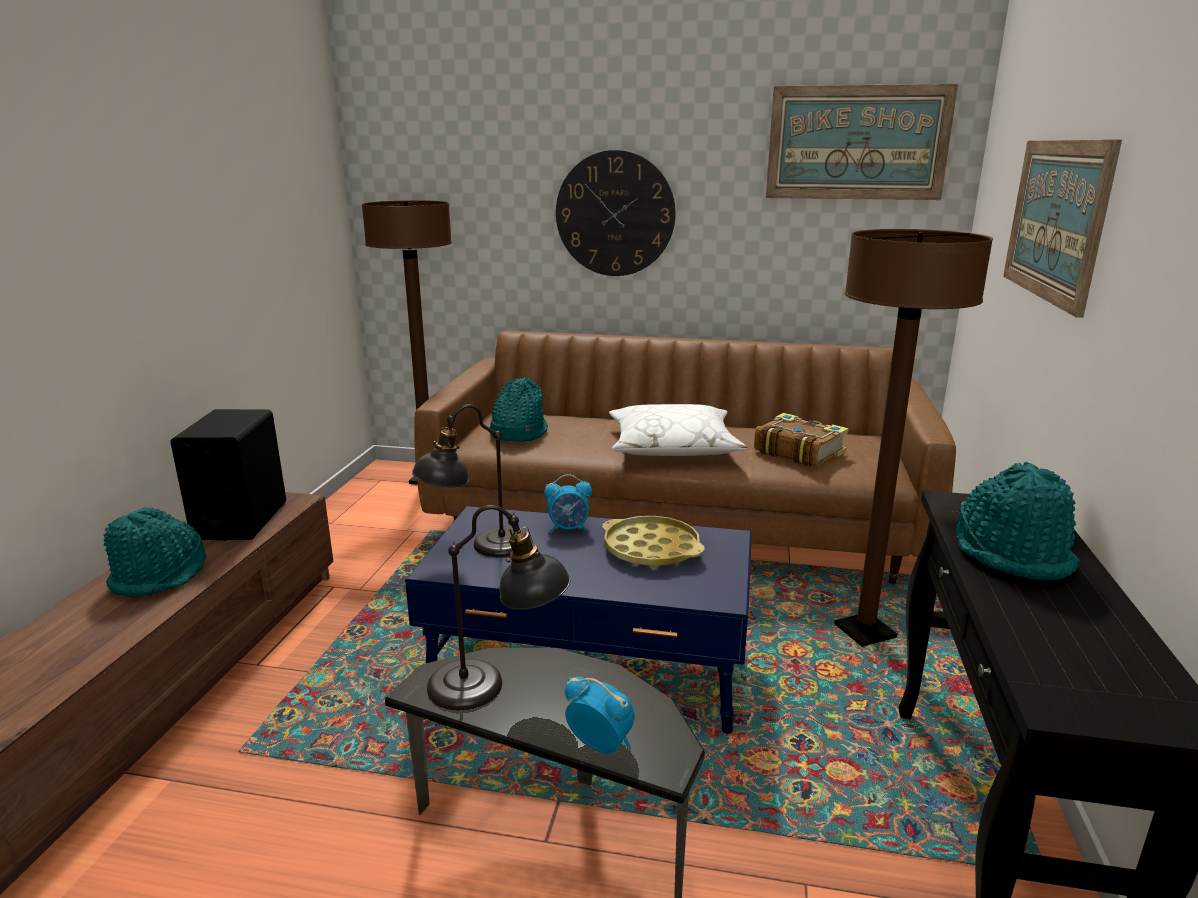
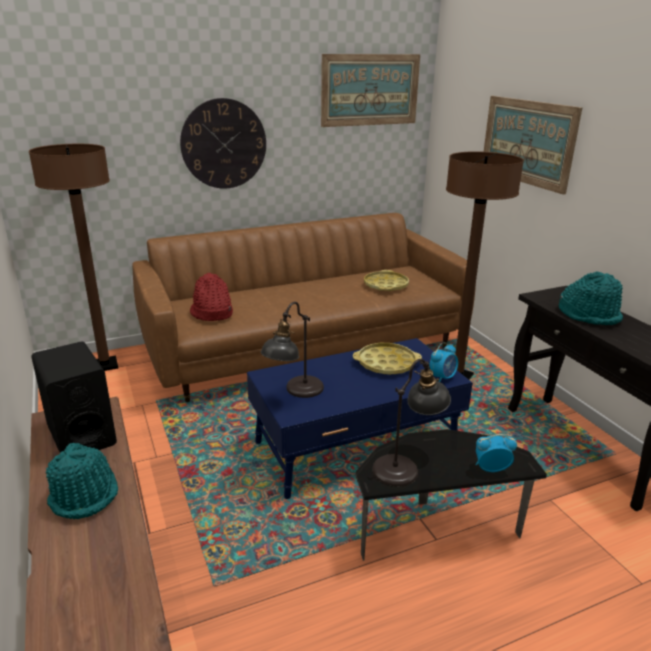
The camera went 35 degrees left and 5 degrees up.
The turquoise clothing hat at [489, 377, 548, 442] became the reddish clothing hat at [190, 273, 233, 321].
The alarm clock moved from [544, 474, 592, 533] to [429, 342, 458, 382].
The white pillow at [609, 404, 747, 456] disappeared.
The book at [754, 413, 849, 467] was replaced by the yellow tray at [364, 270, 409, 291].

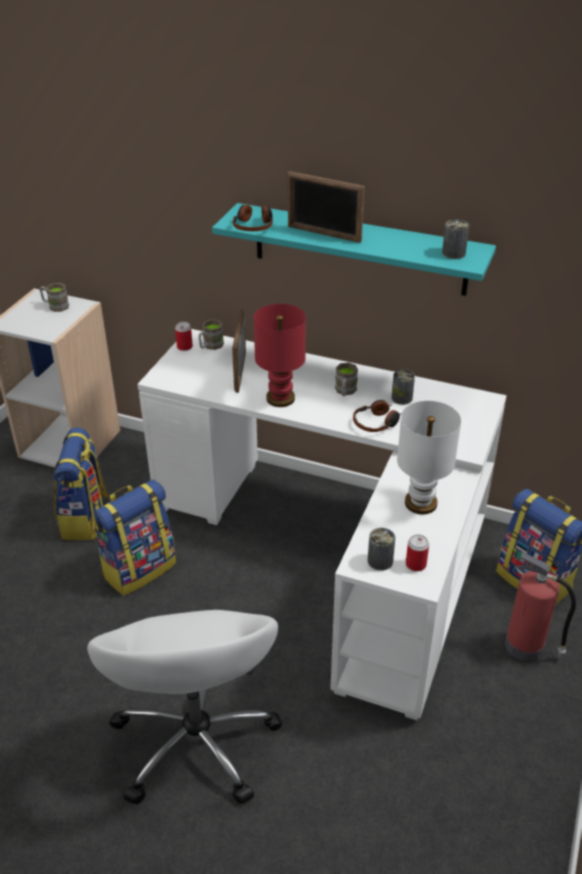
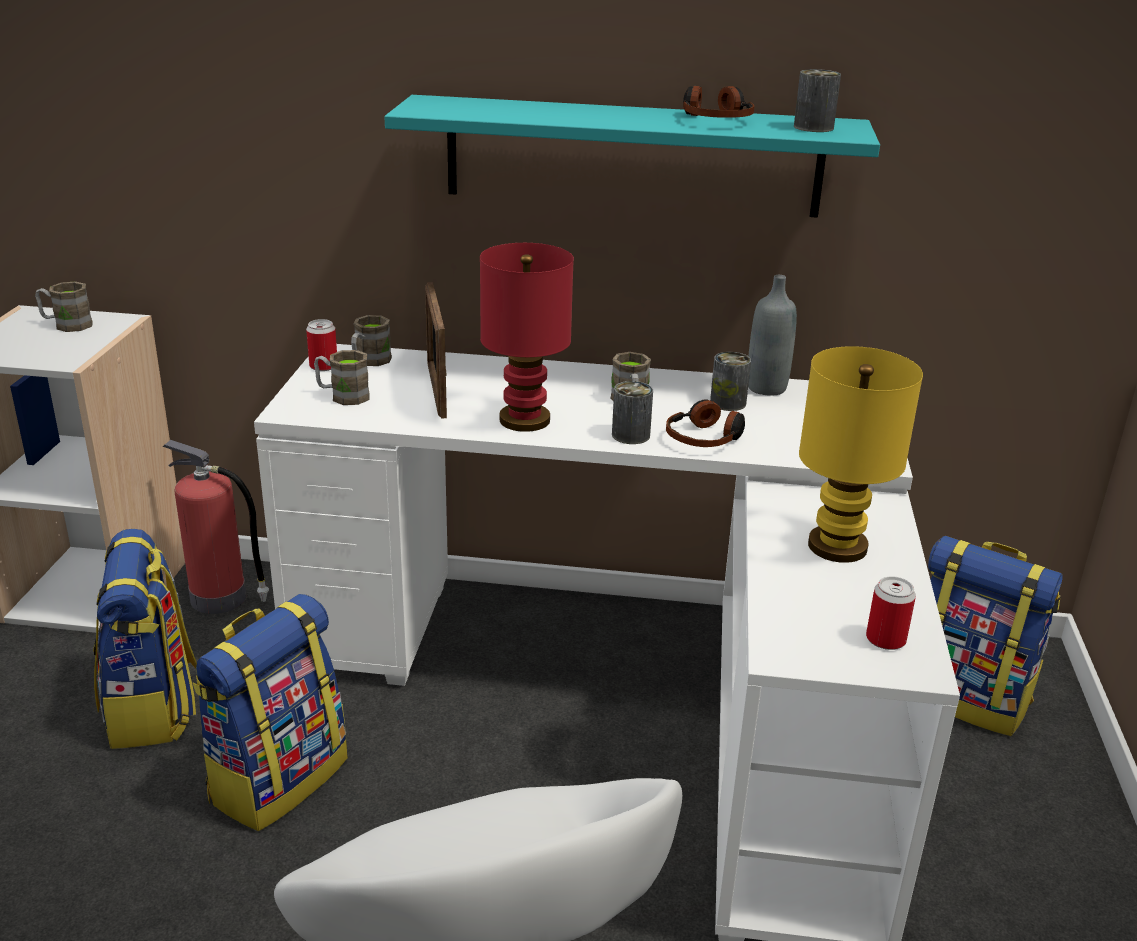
The camera went 15 degrees left and 10 degrees down.
The pair of headphones moved from [233, 205, 273, 231] to [683, 86, 754, 118].
The photo frame at [288, 171, 365, 243] disappeared.
The can moved from [368, 528, 395, 571] to [612, 381, 653, 444].
The white tabletop lamp at [397, 401, 461, 515] became the yellow tabletop lamp at [799, 346, 923, 563].
The fire extinguisher moved from [505, 552, 576, 661] to [163, 440, 269, 614].
The brown mug at [314, 350, 370, 405] appeared.
The greyish beverage bottle at [748, 275, 797, 395] appeared.

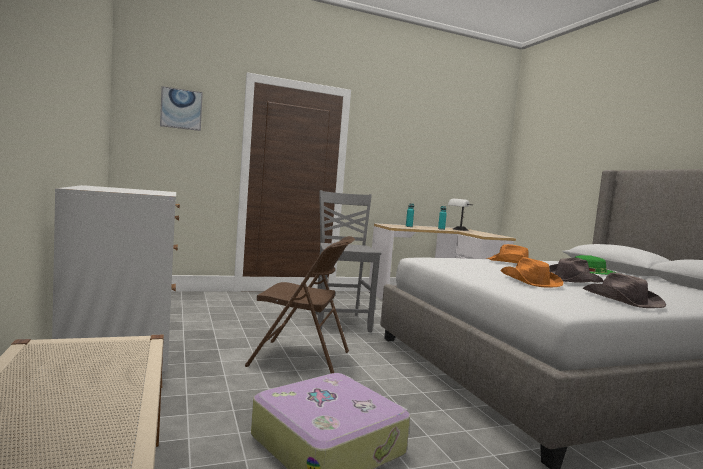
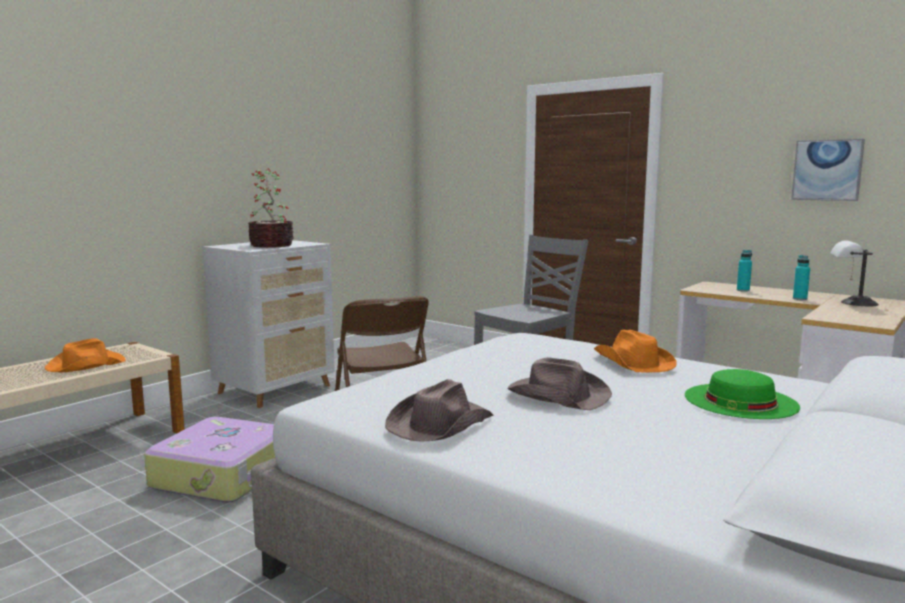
The camera went 60 degrees right and 5 degrees up.
The wall picture moved from [160, 86, 203, 131] to [791, 139, 865, 201].
The orange-coloured clothing hat moved from [500, 257, 563, 288] to [45, 338, 126, 372].
The plant in a pot at [248, 168, 294, 248] appeared.

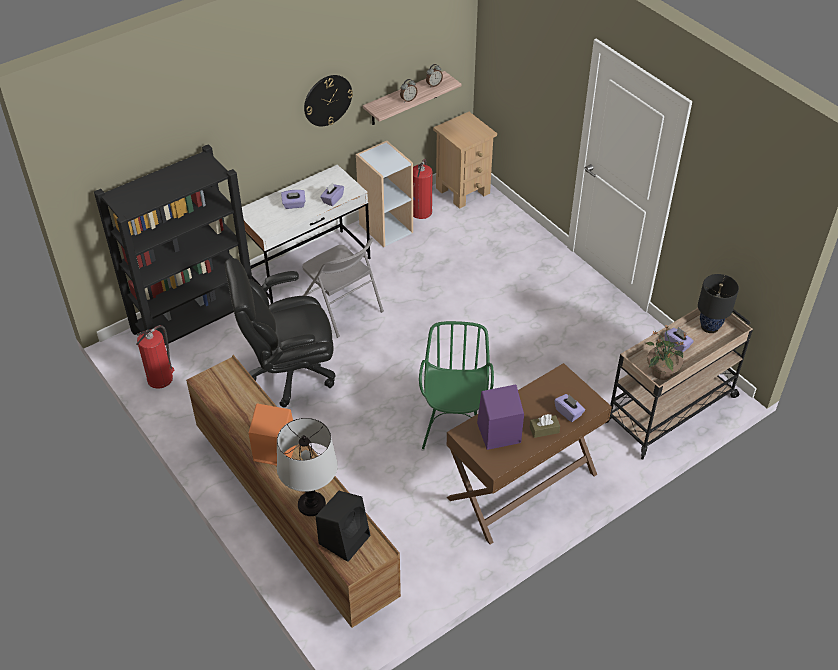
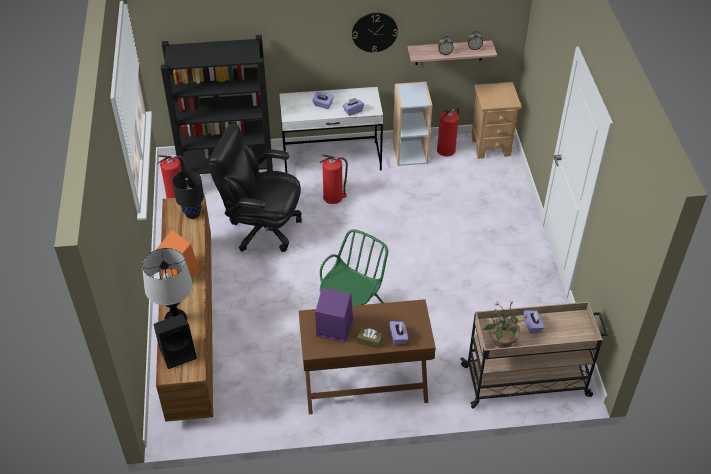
The camera went 30 degrees right and 0 degrees up.
The greyish upright chair at [302, 238, 384, 338] was replaced by the fire extinguisher at [320, 154, 348, 204].
The black-coloured tabletop lamp moved from [698, 274, 739, 333] to [172, 170, 204, 219].

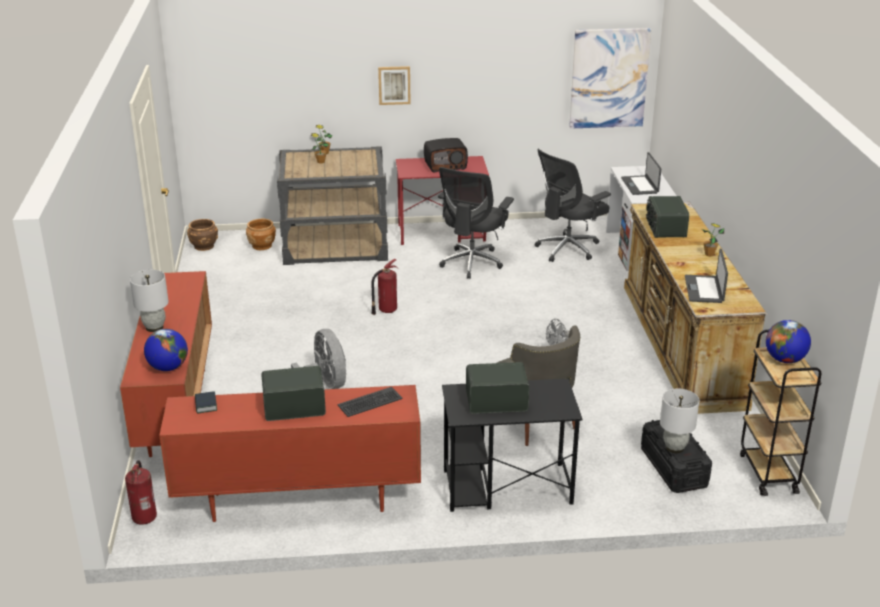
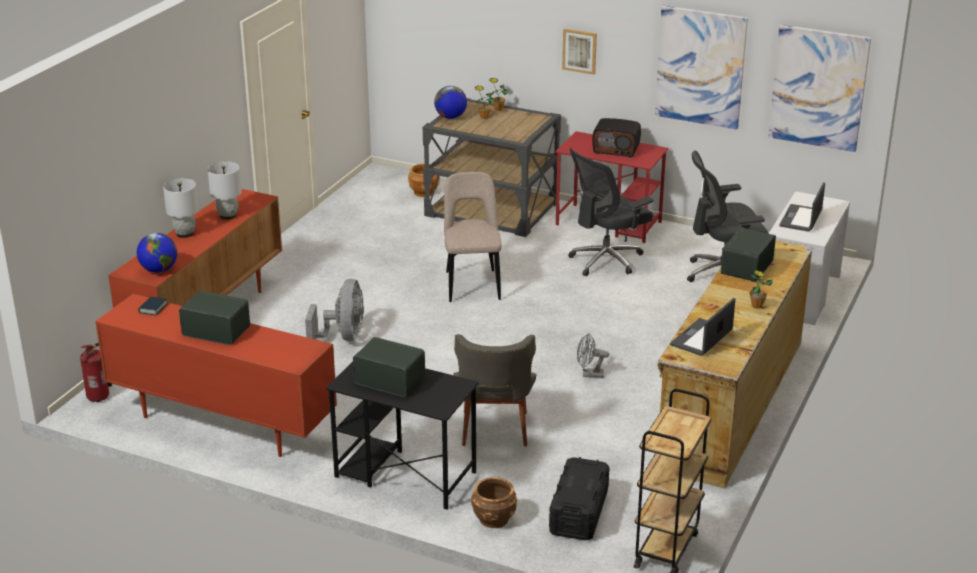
The camera went 30 degrees right and 0 degrees up.
The brown plant pot moved from [187, 219, 218, 251] to [471, 477, 517, 528].
The keyboard at [338, 387, 403, 417] disappeared.
The fire extinguisher at [371, 259, 398, 315] was replaced by the sand-coloured upright chair at [444, 172, 501, 302].
The white tabletop lamp moved from [660, 388, 700, 453] to [207, 161, 242, 220].
The world globe moved from [766, 320, 811, 363] to [434, 86, 467, 119].
The wall picture at [655, 6, 748, 130] appeared.

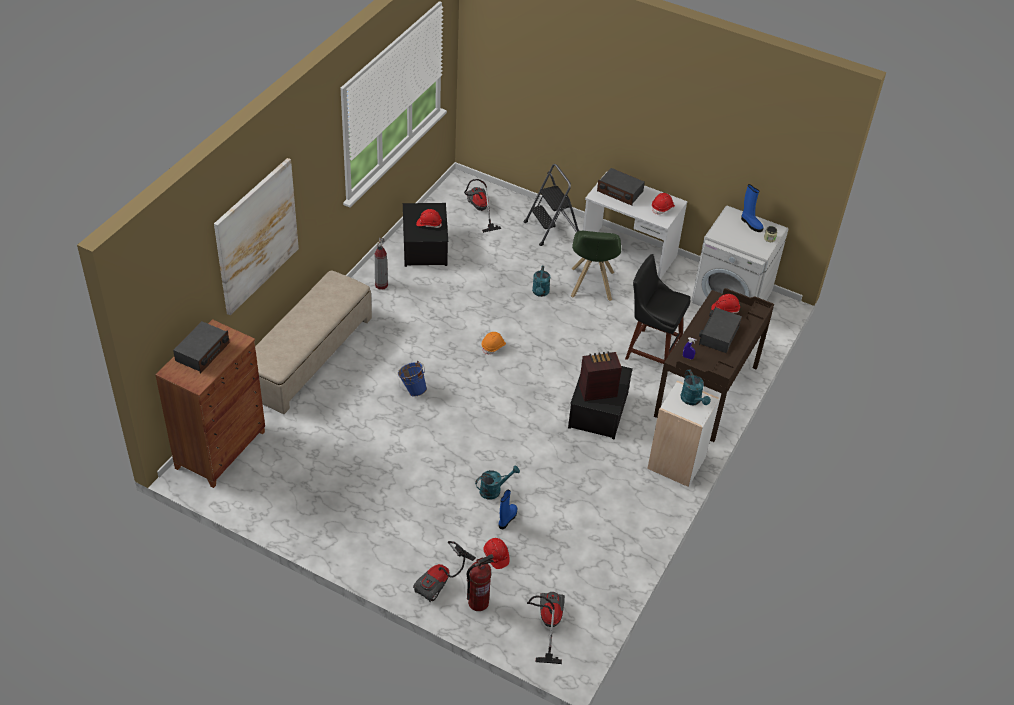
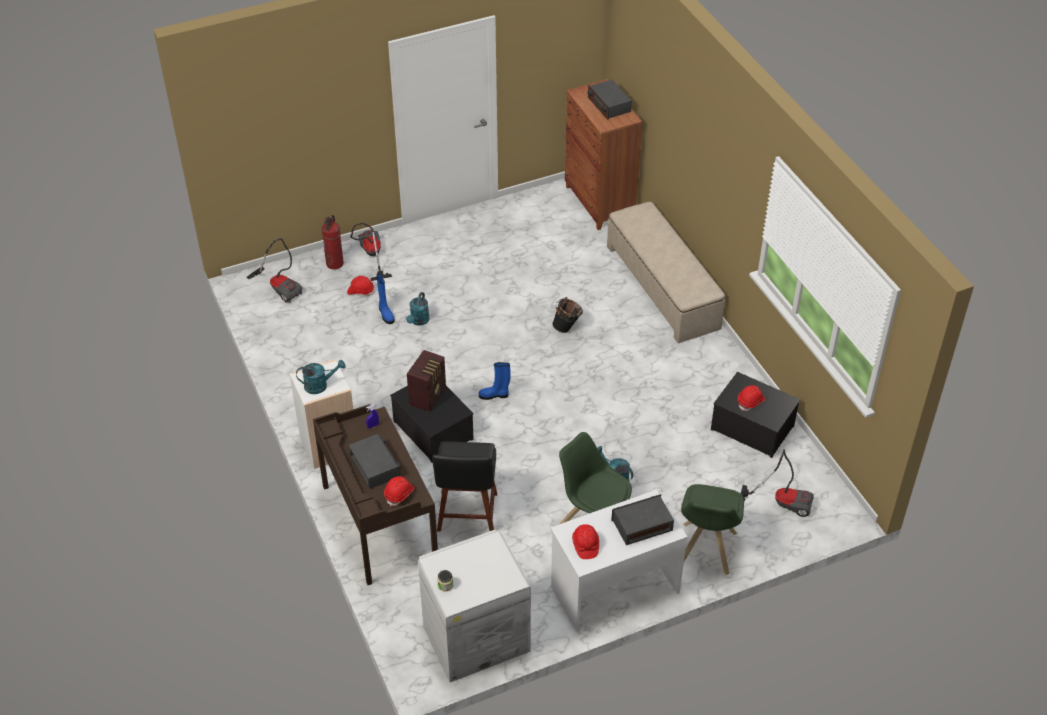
The camera went 130 degrees right and 0 degrees up.
The wall picture at [214, 158, 299, 315] disappeared.
The fire extinguisher at [375, 238, 388, 290] disappeared.
The blue pail at [398, 361, 427, 397] became the black-coloured pail at [552, 297, 583, 333].
The orange-coloured work helmet at [482, 332, 506, 355] disappeared.
The black-coloured stepladder at [523, 164, 579, 246] was replaced by the green-coloured upright chair at [681, 484, 744, 575].
The black-coloured upright chair at [625, 254, 691, 364] turned 120 degrees clockwise.
The turquoise watering pot at [681, 369, 711, 405] turned 150 degrees clockwise.
The blue boot moved from [741, 184, 764, 232] to [479, 362, 511, 400].

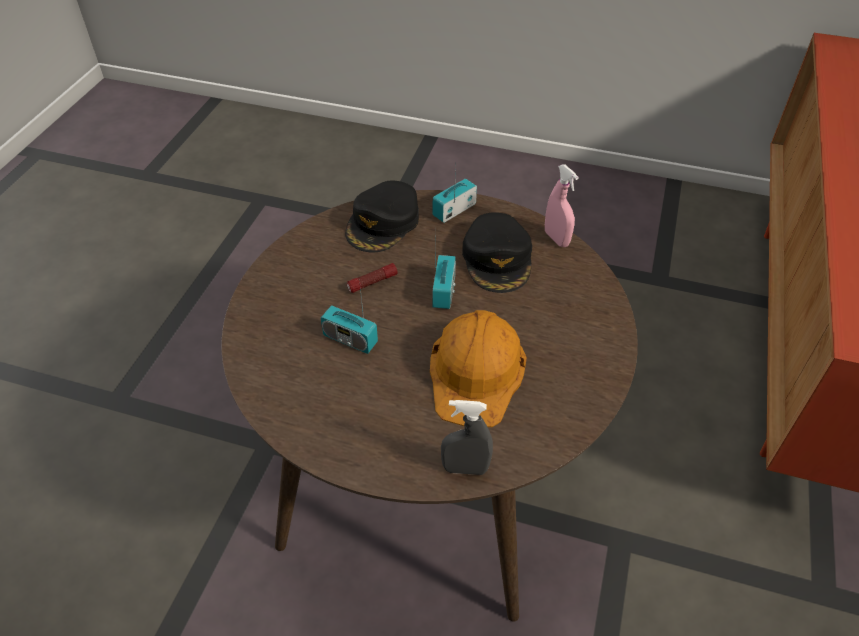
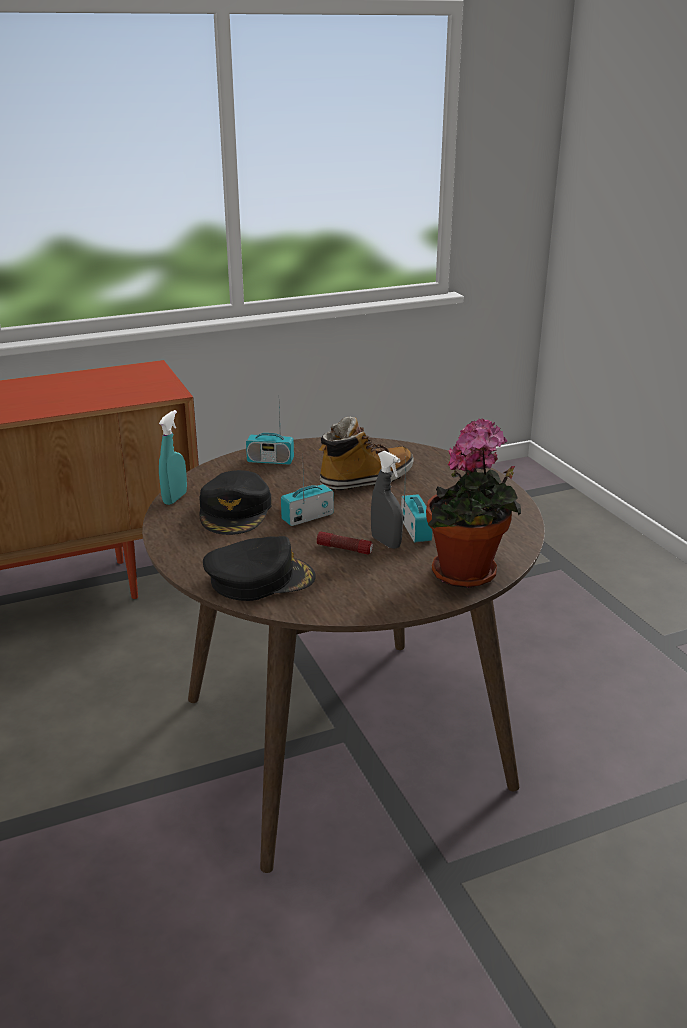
The camera went 130 degrees left and 20 degrees down.
The orange-coloured work helmet at [430, 310, 527, 427] was replaced by the boot at [319, 417, 414, 490].
The radio set moved from [433, 165, 477, 223] to [246, 409, 294, 465].
The greyish sprayer moved from [441, 400, 493, 475] to [371, 451, 403, 549].
The black-coloured cap at [462, 212, 532, 293] turned 135 degrees clockwise.
The pink sprayer at [545, 164, 579, 247] became the turquoise sprayer at [159, 410, 187, 505].
The plant in a pot at [426, 418, 521, 588] appeared.

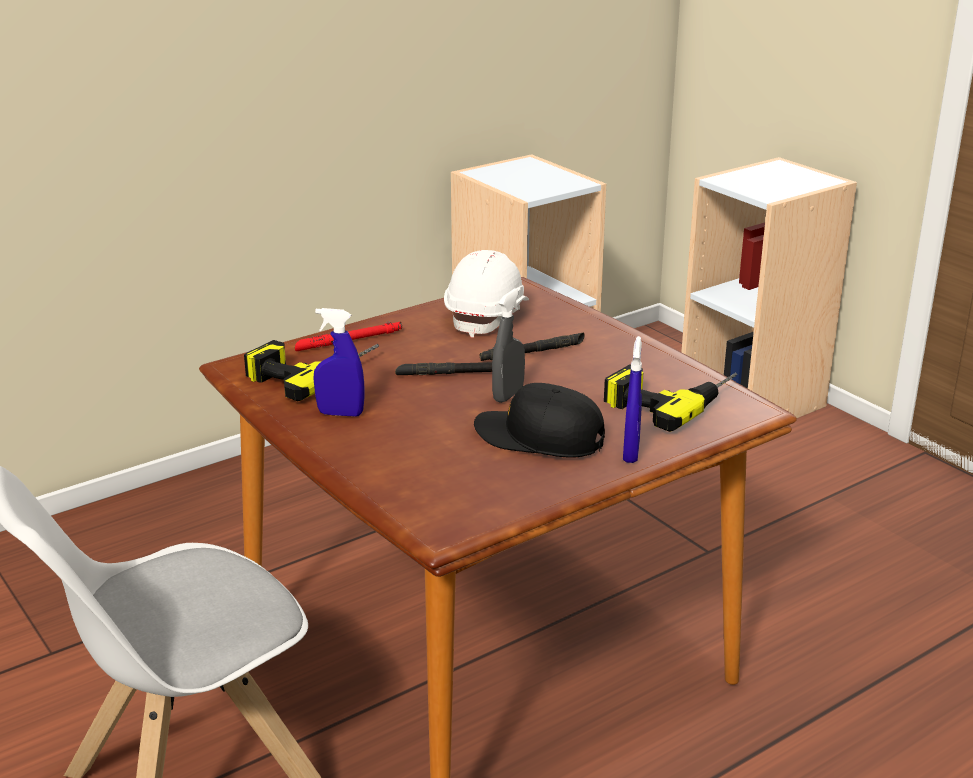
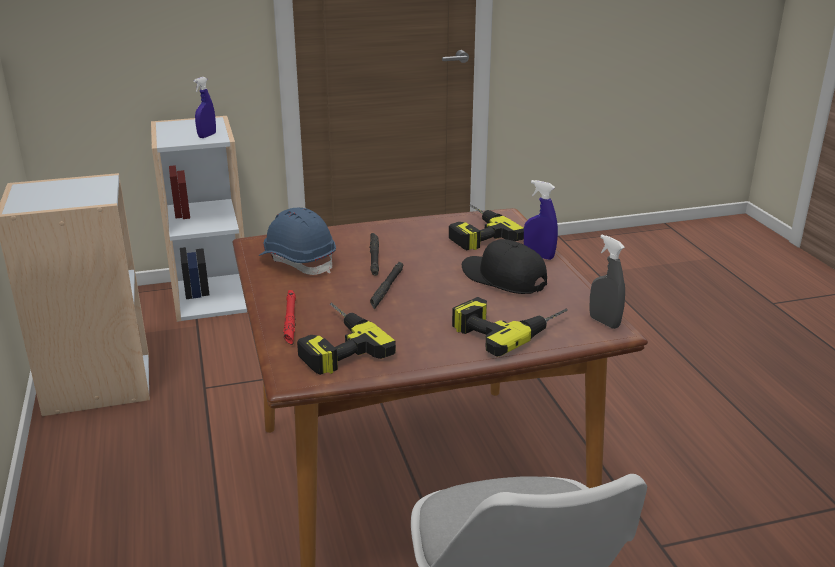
The camera went 70 degrees left and 0 degrees up.
The blue sprayer moved from [313, 308, 364, 417] to [193, 77, 216, 138].
The white work helmet at [444, 250, 529, 338] became the blue work helmet at [258, 208, 336, 275].
The black-coloured cap at [474, 383, 605, 458] turned 90 degrees clockwise.
The greyish sprayer moved from [492, 287, 525, 403] to [589, 235, 625, 329].
The electric drill at [452, 297, 568, 357] appeared.

